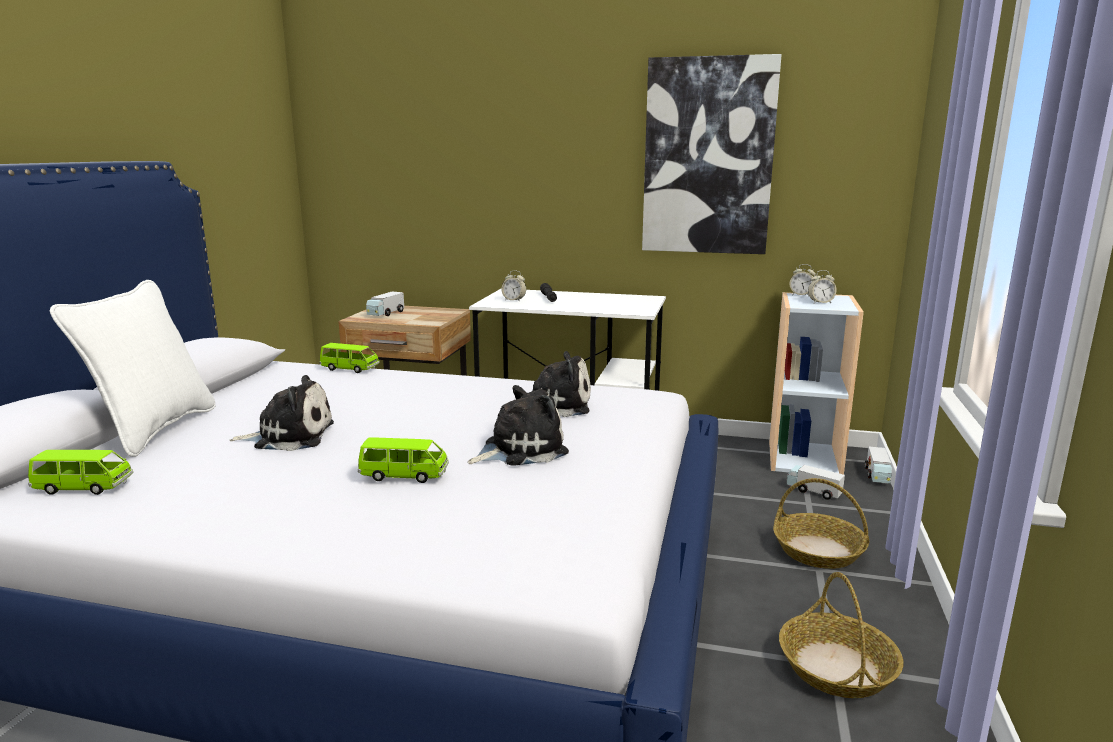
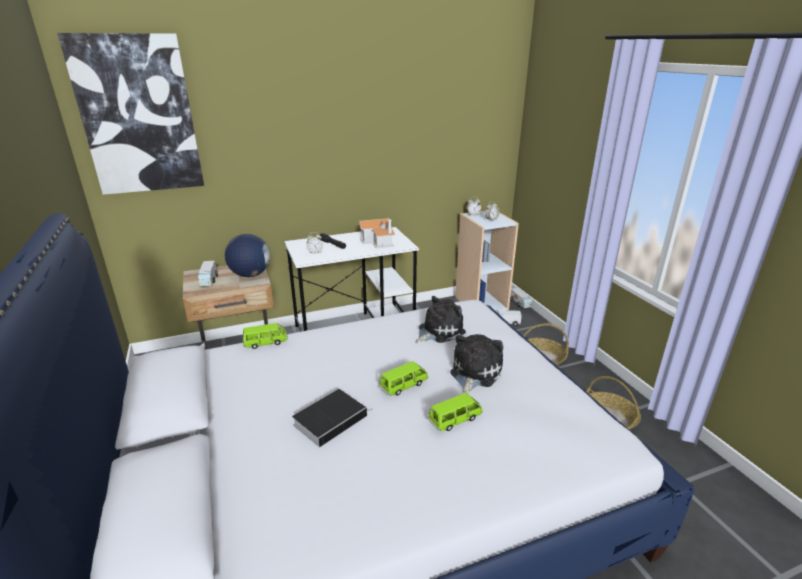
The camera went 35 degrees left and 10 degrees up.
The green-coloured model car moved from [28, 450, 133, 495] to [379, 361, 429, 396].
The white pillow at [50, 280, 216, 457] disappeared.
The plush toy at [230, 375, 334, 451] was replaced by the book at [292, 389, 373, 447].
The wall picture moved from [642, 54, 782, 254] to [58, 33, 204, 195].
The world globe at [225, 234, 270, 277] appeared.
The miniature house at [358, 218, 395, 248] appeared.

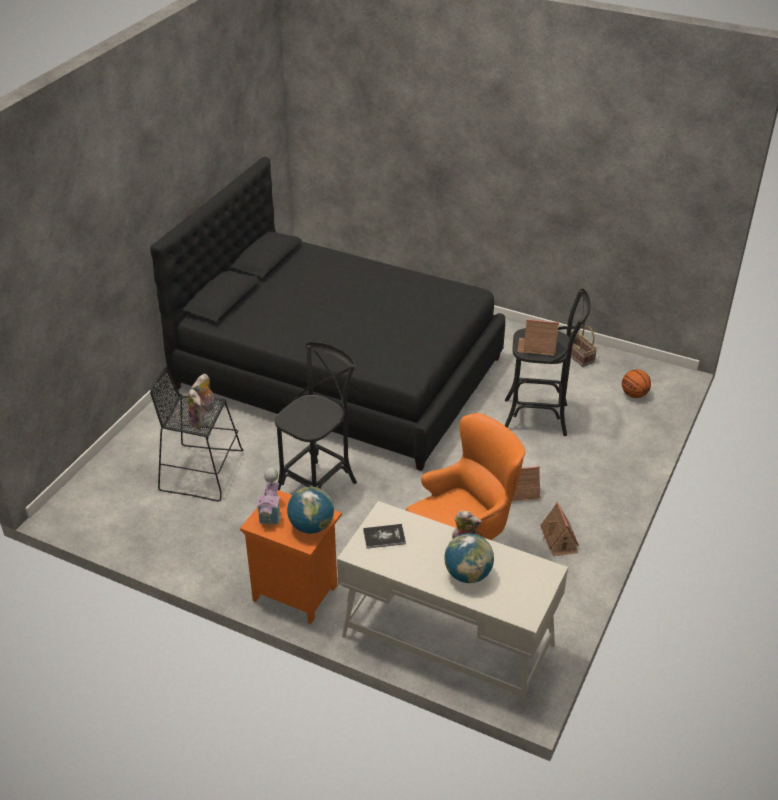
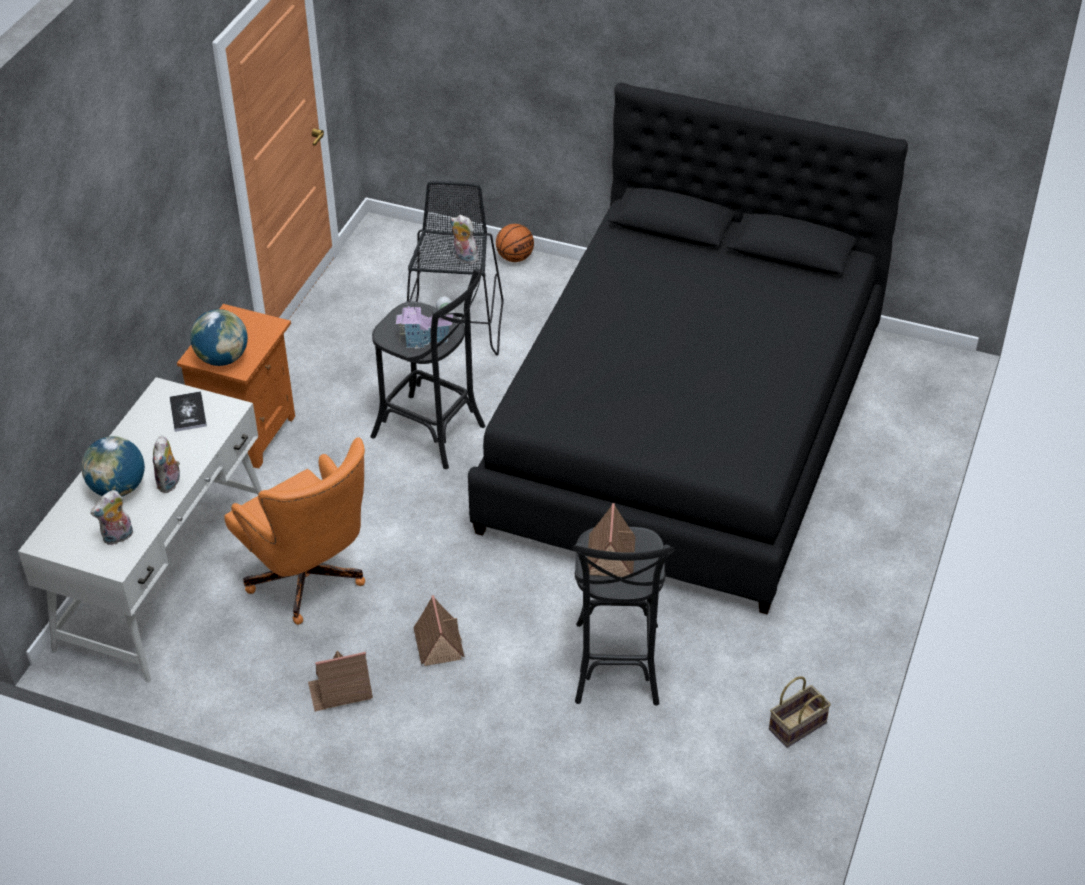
The camera went 85 degrees right and 5 degrees up.
The plush toy moved from [188, 389, 205, 428] to [90, 490, 133, 545].
The miniature house moved from [257, 468, 281, 527] to [396, 296, 453, 348].
The basketball moved from [622, 369, 651, 398] to [496, 224, 534, 262].

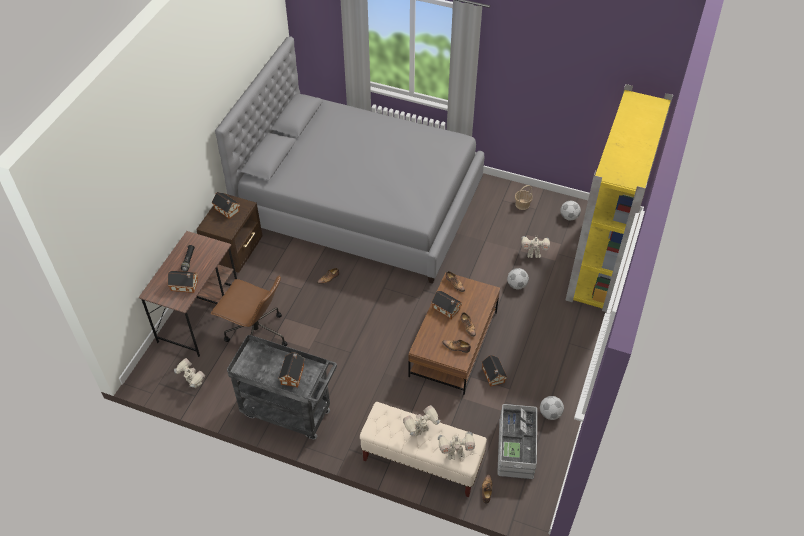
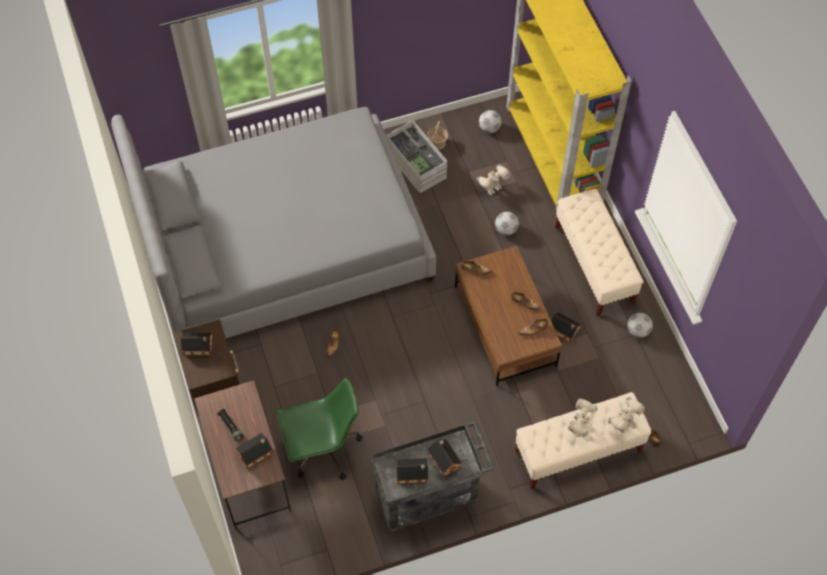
The camera went 40 degrees left and 10 degrees up.
The model robot at [174, 358, 205, 388] disappeared.
The brown computer chair at [211, 276, 288, 346] became the green-coloured computer chair at [277, 378, 363, 480].
The miniature house moved from [432, 291, 462, 319] to [396, 458, 429, 484].
The greyish storage bin moved from [497, 404, 537, 479] to [386, 121, 447, 193].
The sand-coloured indoor bench at [555, 189, 644, 316] appeared.

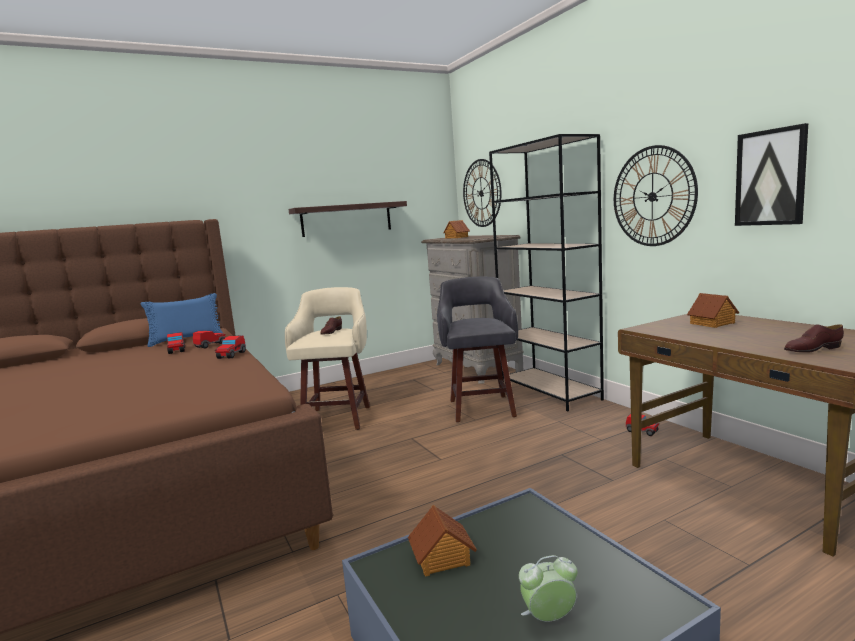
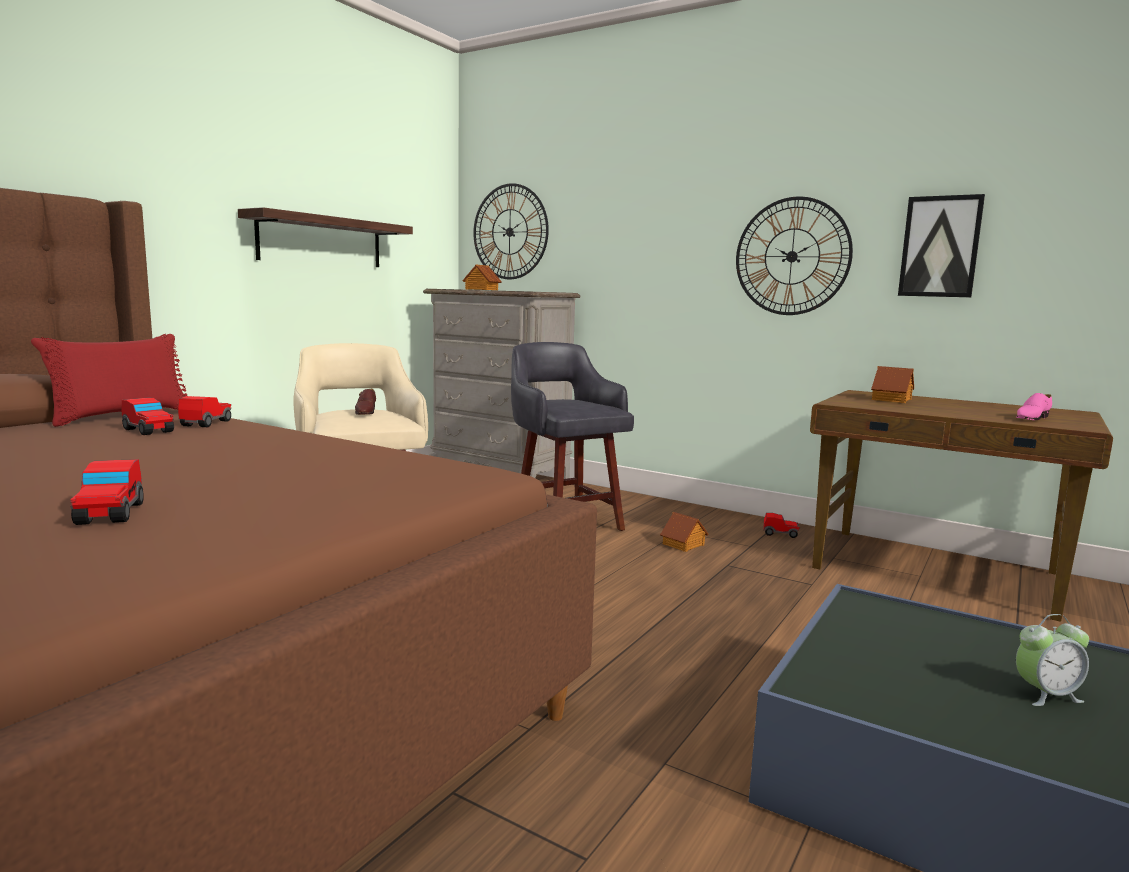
The camera went 30 degrees left and 0 degrees up.
The blue pillow at [140, 293, 223, 347] became the reddish pillow at [31, 334, 188, 427].
The model car moved from [215, 335, 246, 359] to [70, 459, 144, 525].
The miniature house moved from [408, 505, 477, 577] to [660, 512, 709, 552].
The sand-coloured shelving unit at [489, 134, 604, 412] disappeared.
The alarm clock at [519, 555, 578, 622] turned 150 degrees counterclockwise.
The brown item of footwear at [784, 324, 844, 353] became the pink item of footwear at [1016, 393, 1052, 420].

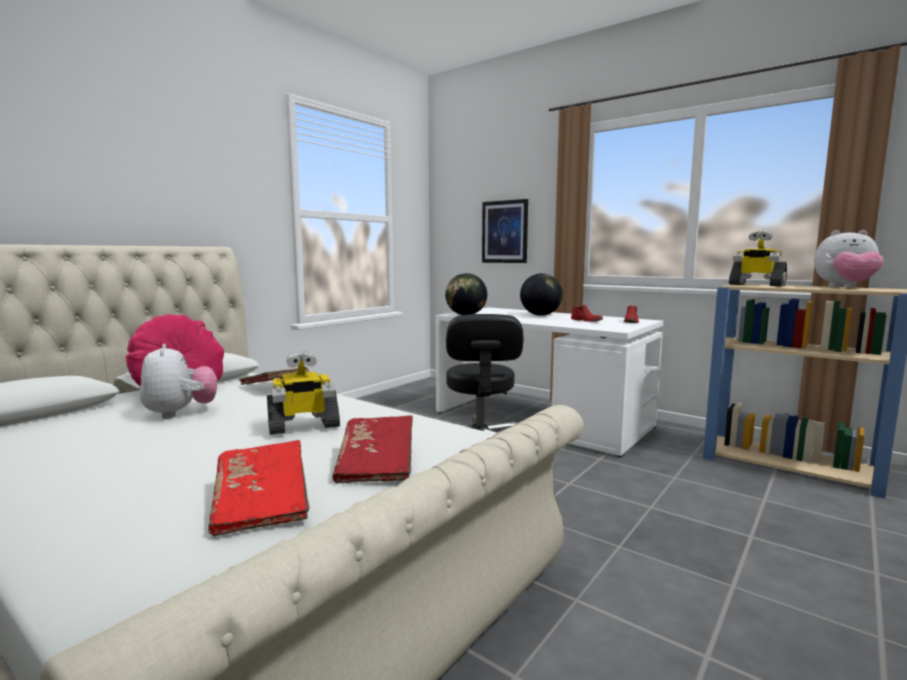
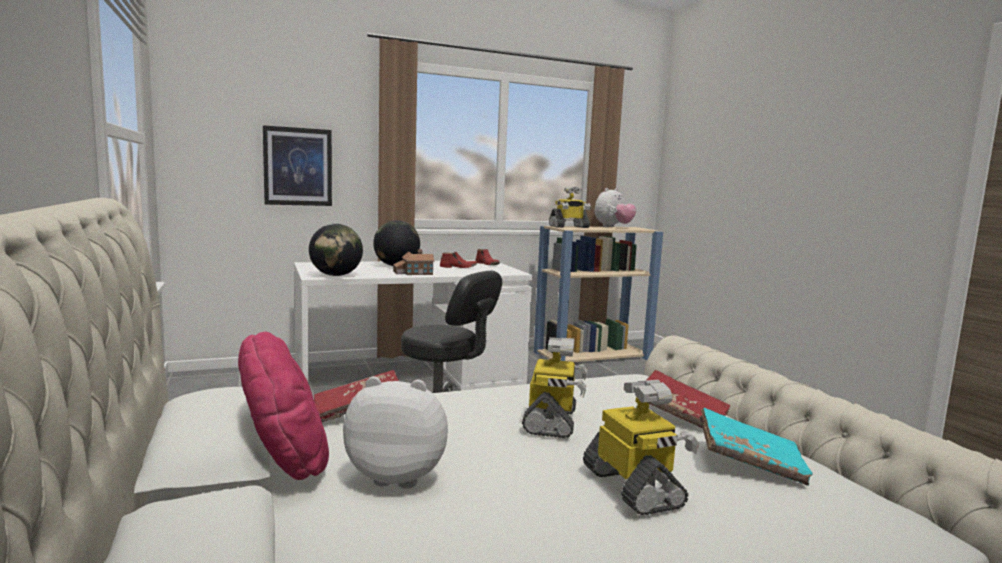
The camera went 60 degrees left and 0 degrees up.
The reddish book at [208, 440, 310, 537] became the turquoise book at [699, 408, 812, 486].
The miniature house at [393, 249, 434, 275] appeared.
The model robot at [583, 380, 699, 515] appeared.

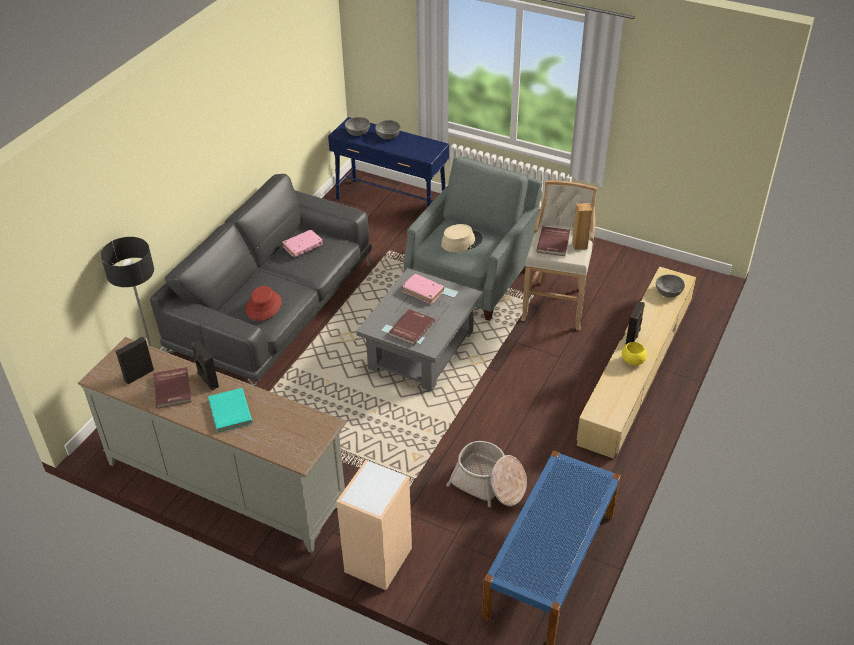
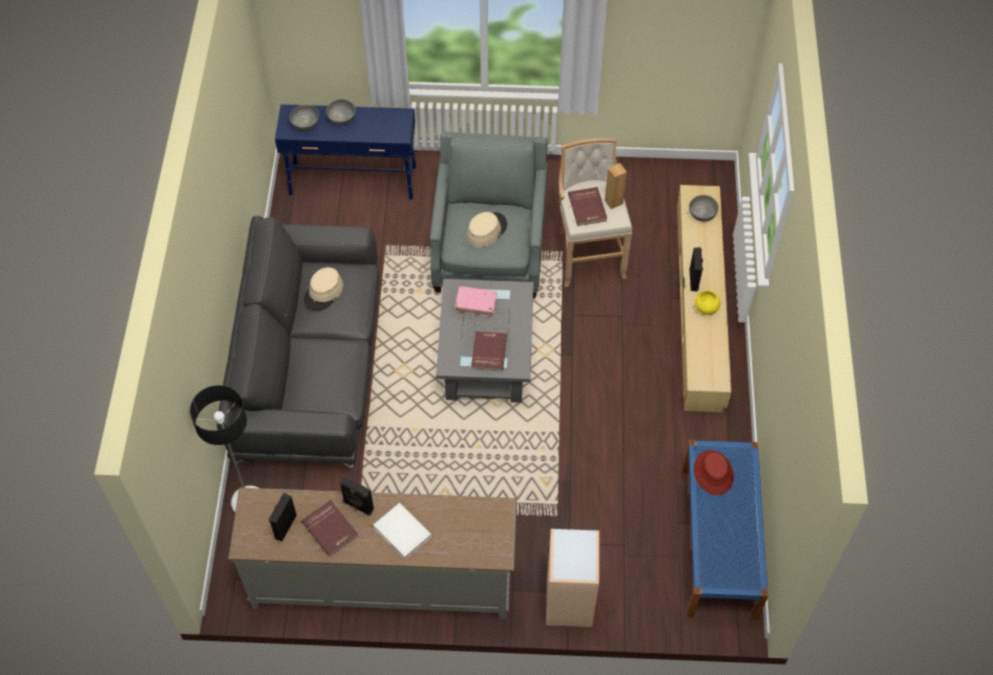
The camera went 25 degrees left and 15 degrees up.
The turquoise book at [208, 388, 252, 433] became the white book at [373, 503, 432, 559].
The reddish clothing hat moved from [246, 286, 282, 321] to [694, 450, 734, 495].
The pink book at [282, 230, 323, 257] was replaced by the sand-coloured clothing hat at [304, 267, 343, 310].
The household basket at [446, 441, 527, 507] disappeared.

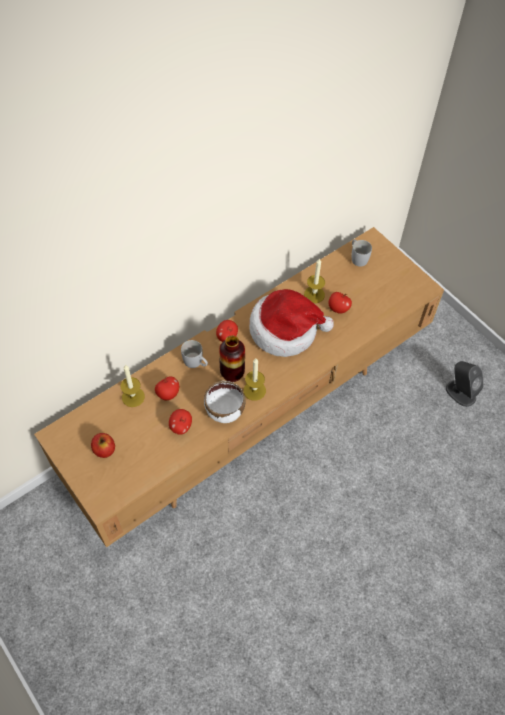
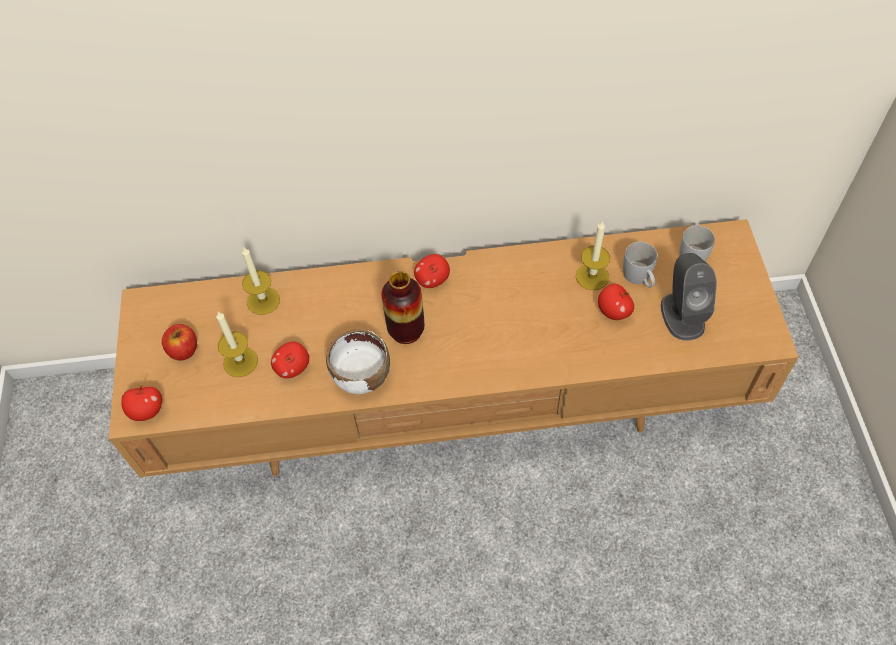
The camera went 35 degrees right and 0 degrees up.
The whole apple moved from [155, 376, 179, 400] to [121, 385, 162, 421].
The white mug moved from [181, 340, 208, 368] to [623, 242, 657, 287].
The candle moved from [243, 358, 266, 401] to [216, 312, 258, 377].
The clothing hat at [249, 289, 334, 357] disappeared.
The greyish speaker moved from [446, 361, 484, 407] to [661, 253, 717, 341].

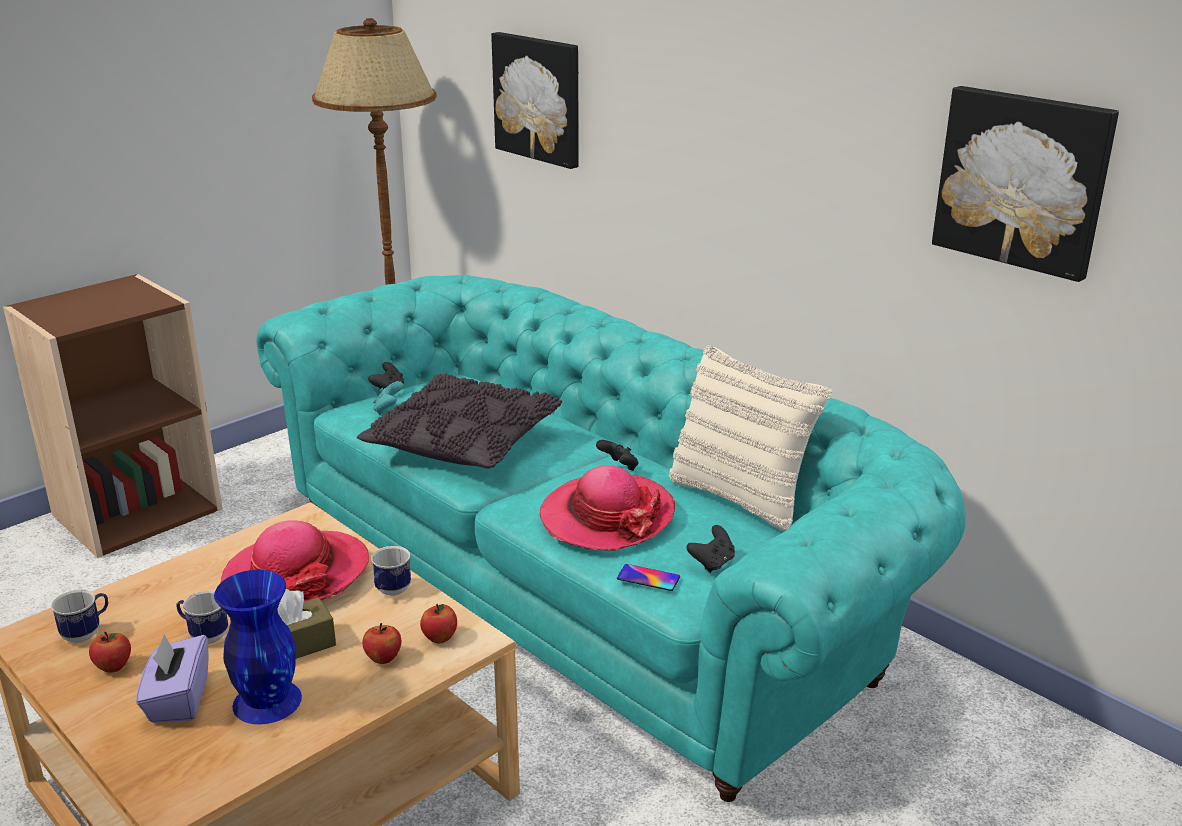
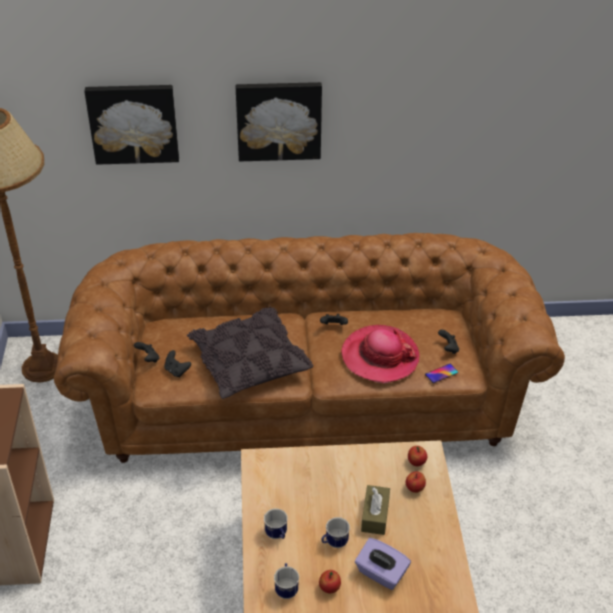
The camera went 50 degrees left and 15 degrees up.
The blue flower vase at [214, 570, 302, 725] disappeared.
The clothing hat at [221, 520, 369, 602] disappeared.
The turquoise settee at [256, 275, 966, 802] became the brown settee at [54, 233, 565, 463].
The mug moved from [371, 546, 411, 596] to [264, 508, 288, 539].
The turquoise gamepad at [373, 381, 403, 415] became the black-coloured gamepad at [164, 350, 191, 378].
The sand-coloured pillow at [669, 345, 832, 531] disappeared.
The wall picture moved from [932, 86, 1119, 282] to [236, 82, 322, 161].

